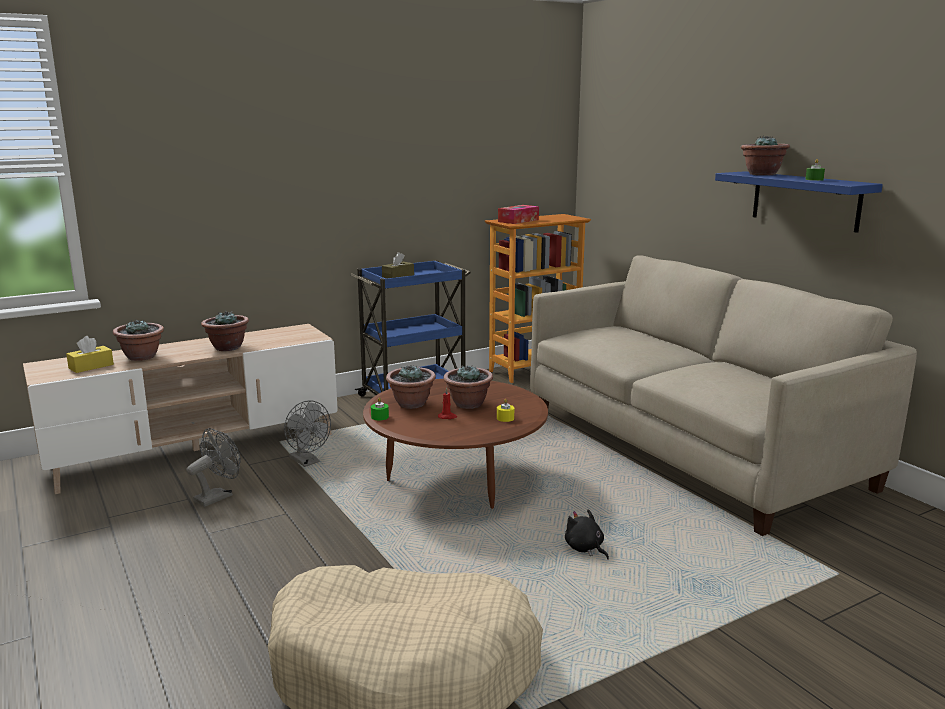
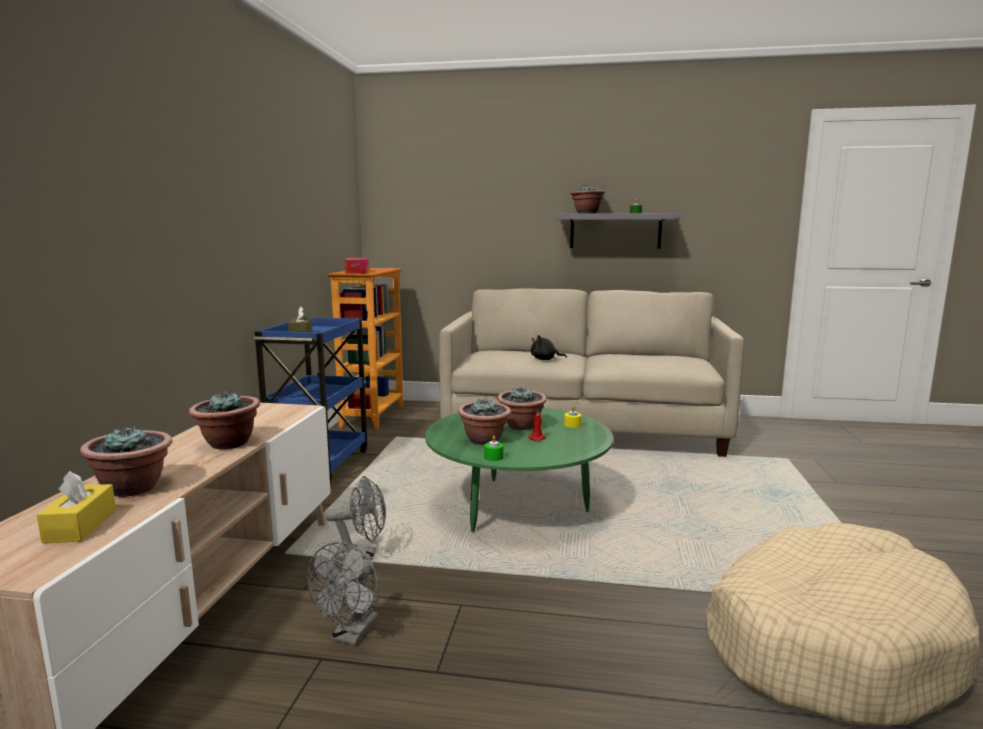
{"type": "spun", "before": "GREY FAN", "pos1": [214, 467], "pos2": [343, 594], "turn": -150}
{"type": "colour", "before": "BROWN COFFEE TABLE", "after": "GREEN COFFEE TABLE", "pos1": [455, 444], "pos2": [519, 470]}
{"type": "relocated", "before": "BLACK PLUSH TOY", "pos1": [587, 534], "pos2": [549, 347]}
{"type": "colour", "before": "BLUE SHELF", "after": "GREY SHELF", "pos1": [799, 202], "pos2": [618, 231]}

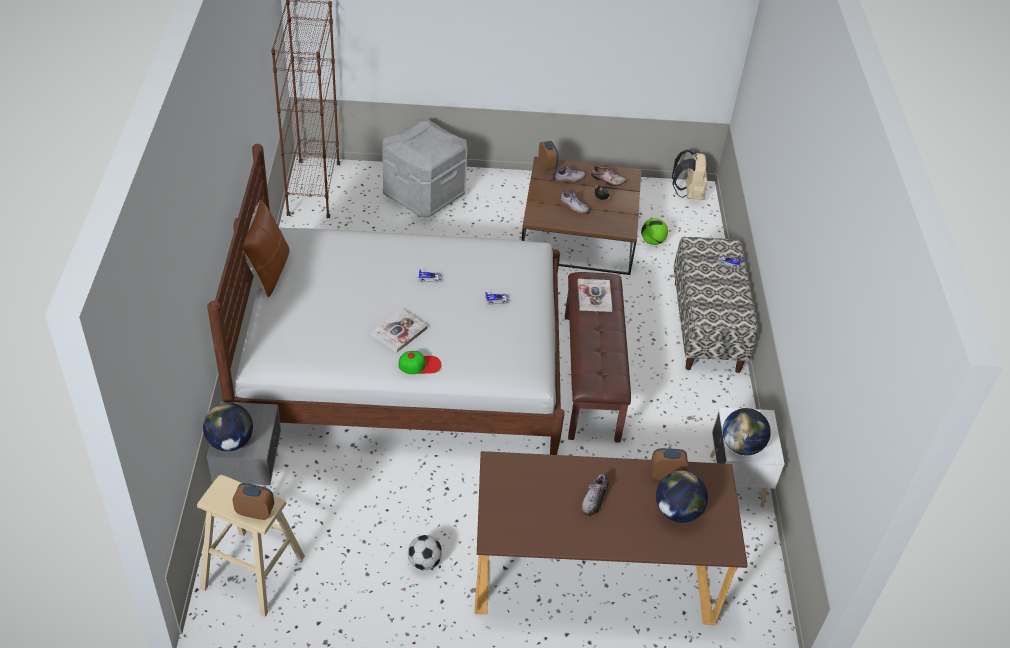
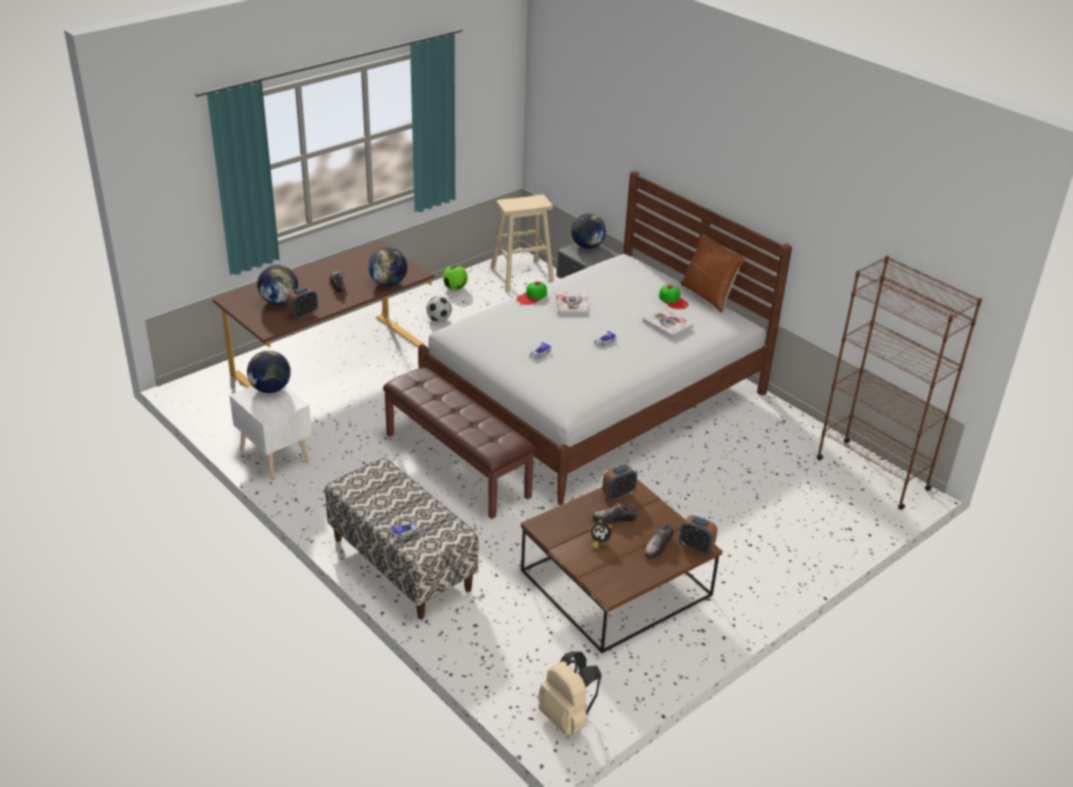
{"type": "relocated", "before": "ALARM CLOCK", "pos1": [253, 501], "pos2": [619, 482]}
{"type": "missing", "before": "GREY STORAGE BOX", "pos1": [424, 167]}
{"type": "relocated", "before": "BOOK", "pos1": [595, 295], "pos2": [668, 323]}
{"type": "missing", "before": "SHOE", "pos1": [608, 176]}
{"type": "relocated", "before": "FOOTBALL", "pos1": [654, 231], "pos2": [455, 277]}
{"type": "appeared", "after": "GLOBE", "pos2": [387, 266]}
{"type": "appeared", "after": "CAP", "pos2": [674, 297]}

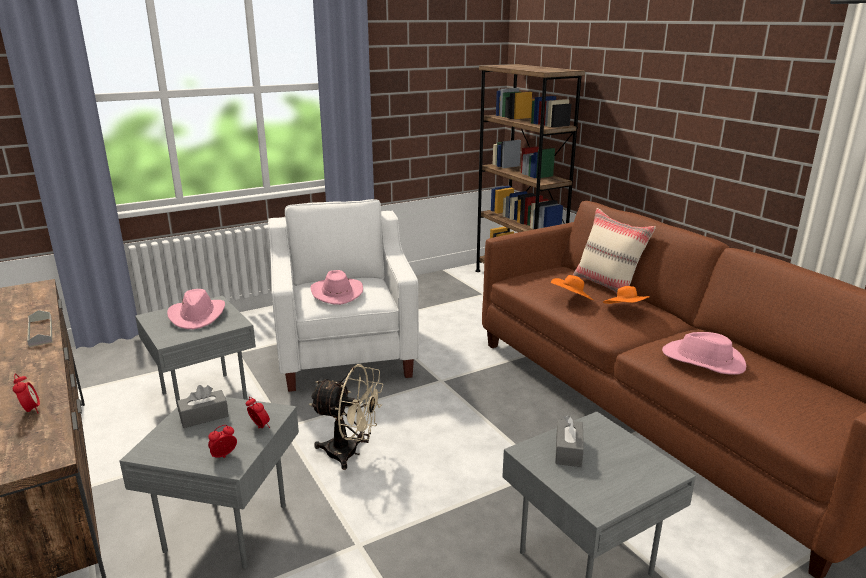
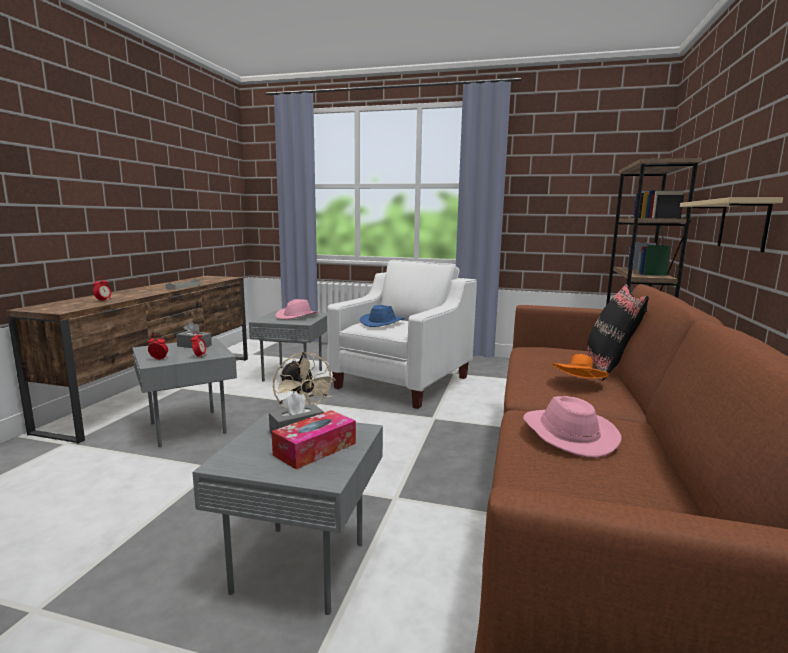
{"type": "colour", "before": "PINK HAT", "after": "BLUE HAT", "pos1": [336, 287], "pos2": [382, 316]}
{"type": "missing", "before": "ORANGE HAT", "pos1": [572, 287]}
{"type": "colour", "before": "BEIGE PILLOW", "after": "BLACK PILLOW", "pos1": [614, 251], "pos2": [618, 332]}
{"type": "appeared", "after": "TISSUE BOX", "pos2": [314, 440]}
{"type": "appeared", "after": "BEIGE SHELF", "pos2": [731, 224]}

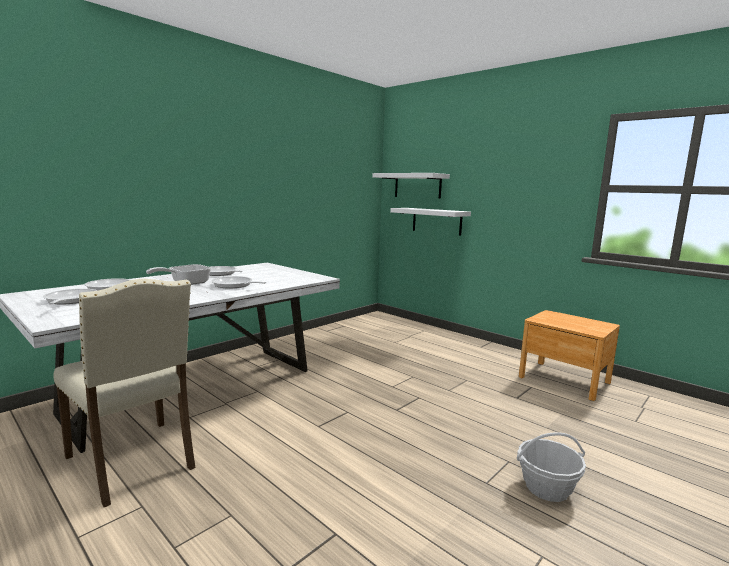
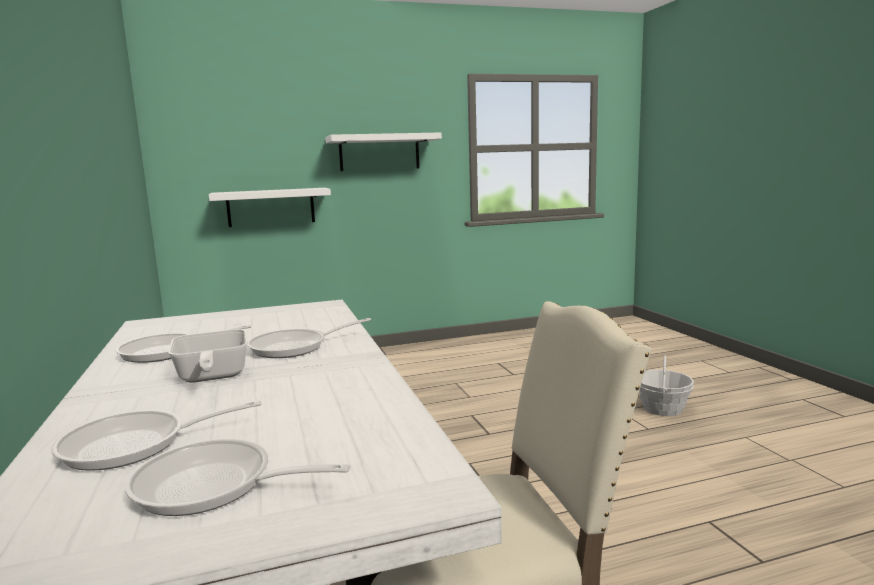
{"type": "relocated", "before": "WHITE SHELF", "pos1": [411, 186], "pos2": [383, 151]}
{"type": "missing", "before": "BROWN NIGHTSTAND", "pos1": [569, 355]}

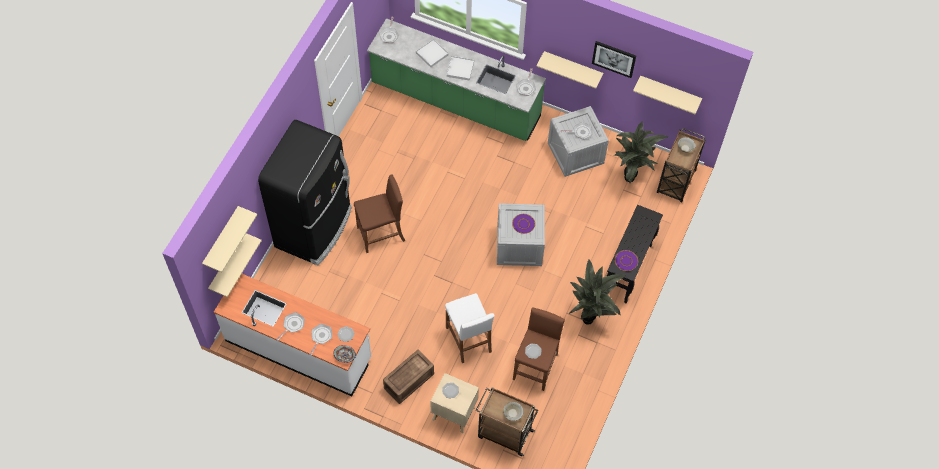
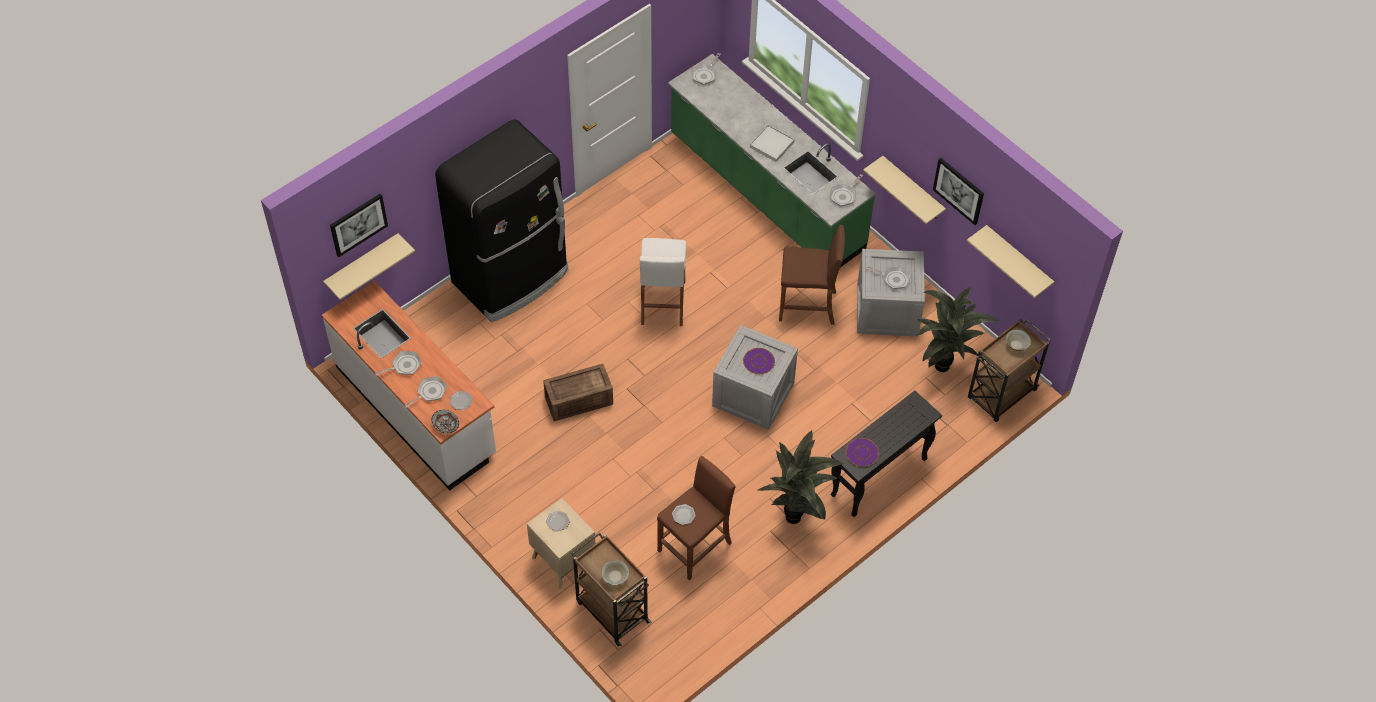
{"type": "exchanged", "before": "BEIGE SHELF", "after": "PICTURE", "pos1": [229, 239], "pos2": [359, 225]}
{"type": "relocated", "before": "BROWN STOOL", "pos1": [379, 213], "pos2": [812, 275]}
{"type": "relocated", "before": "CRATE", "pos1": [408, 377], "pos2": [578, 392]}
{"type": "missing", "before": "WHITE TRAY", "pos1": [432, 53]}
{"type": "relocated", "before": "WHITE STOOL", "pos1": [470, 328], "pos2": [663, 282]}

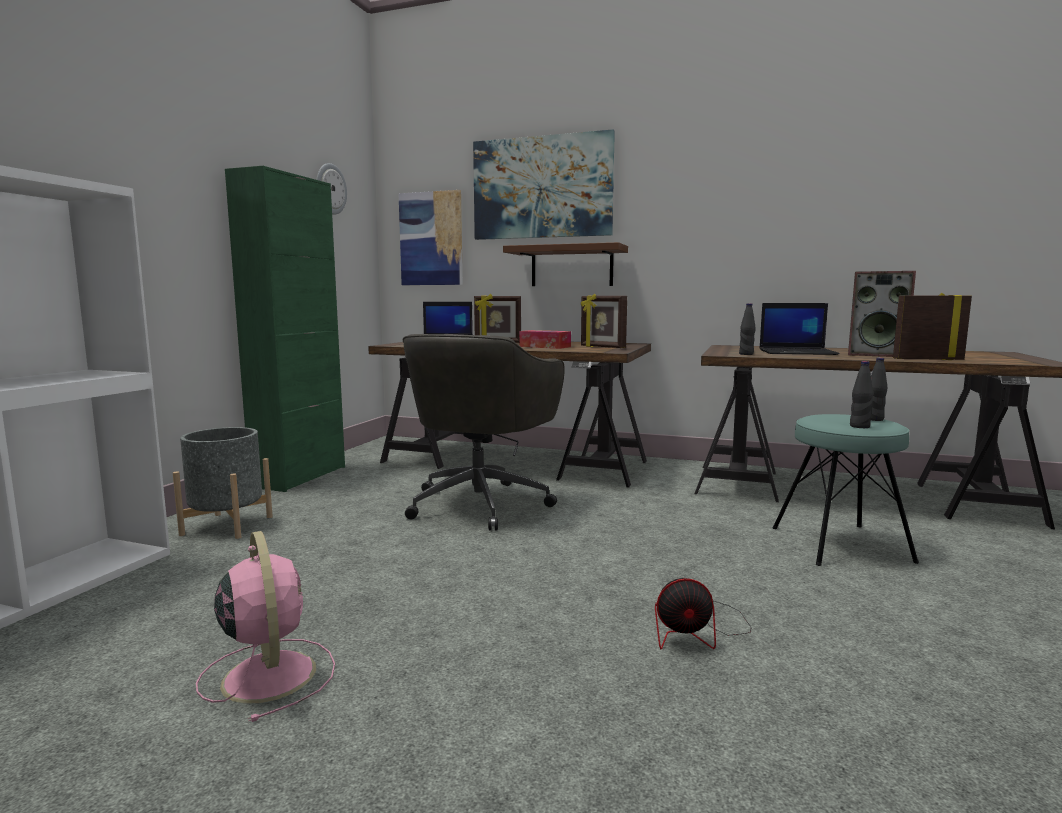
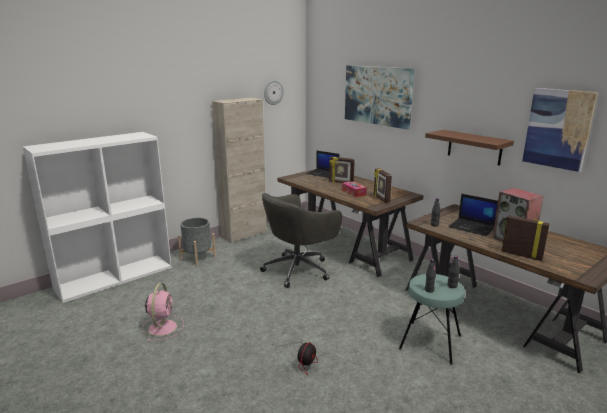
{"type": "colour", "before": "GREEN CABINET", "after": "BEIGE CABINET", "pos1": [285, 329], "pos2": [239, 170]}
{"type": "relocated", "before": "PICTURE", "pos1": [430, 237], "pos2": [560, 130]}
{"type": "relocated", "before": "BROWN SHELF", "pos1": [565, 264], "pos2": [469, 148]}
{"type": "spun", "before": "FAN", "pos1": [703, 613], "pos2": [296, 358], "turn": -90}

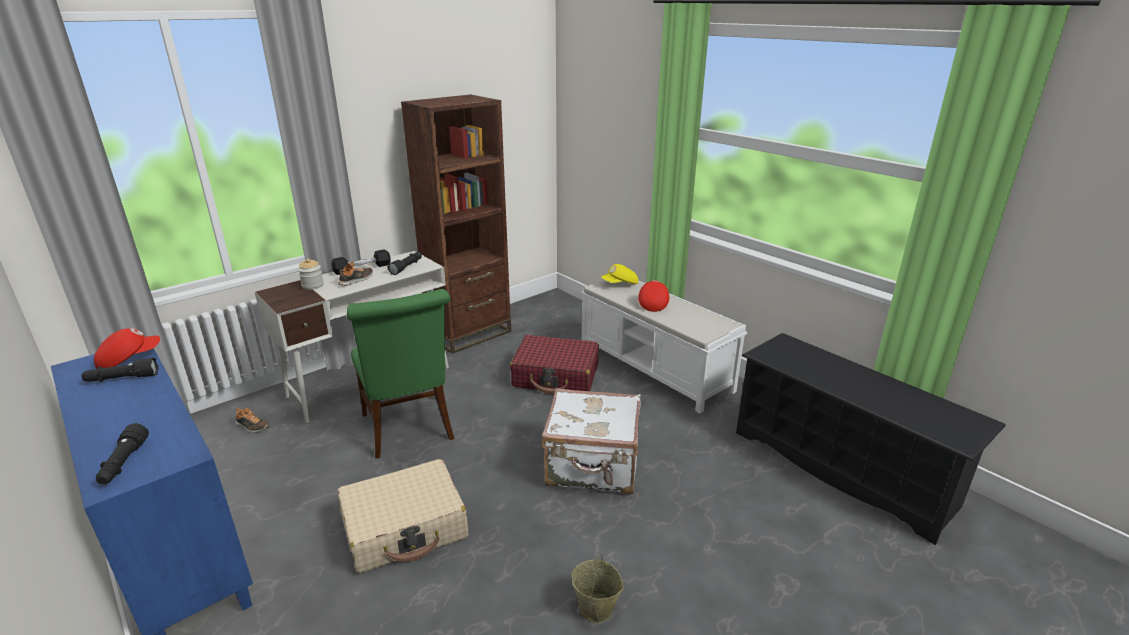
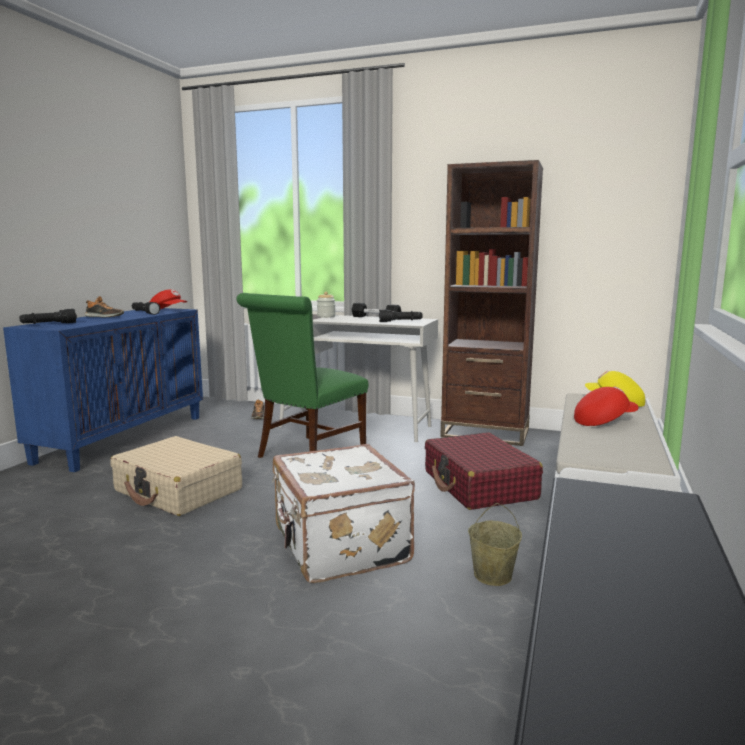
{"type": "relocated", "before": "SHOE", "pos1": [355, 273], "pos2": [104, 306]}
{"type": "relocated", "before": "BEIGE BUCKET", "pos1": [598, 588], "pos2": [495, 544]}

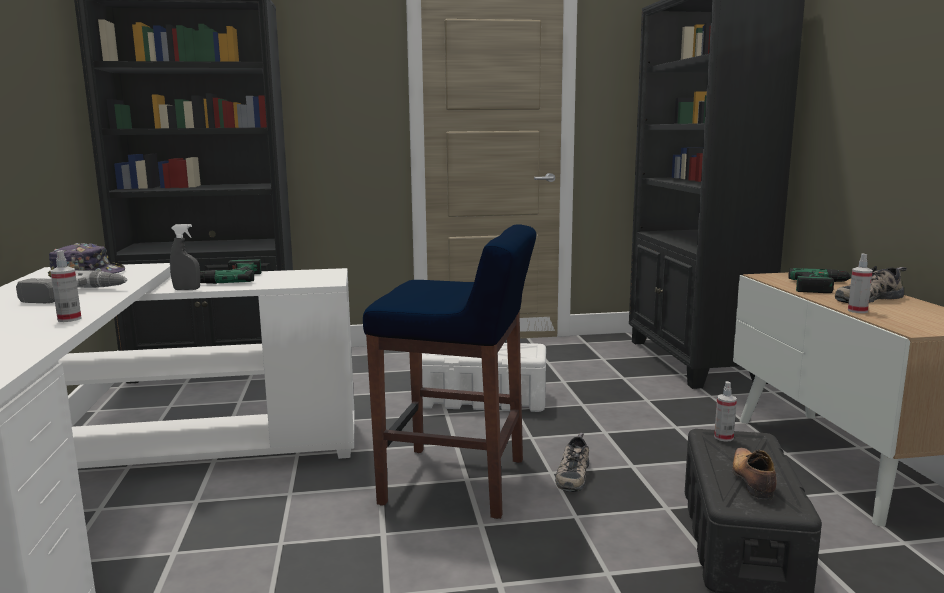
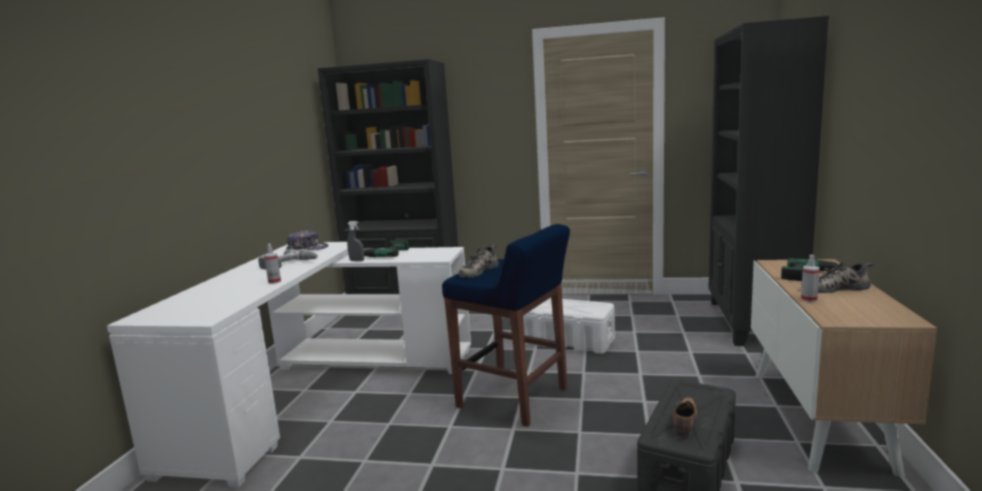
{"type": "relocated", "before": "SHOE", "pos1": [572, 462], "pos2": [478, 261]}
{"type": "missing", "before": "SPRAY BOTTLE", "pos1": [725, 411]}

